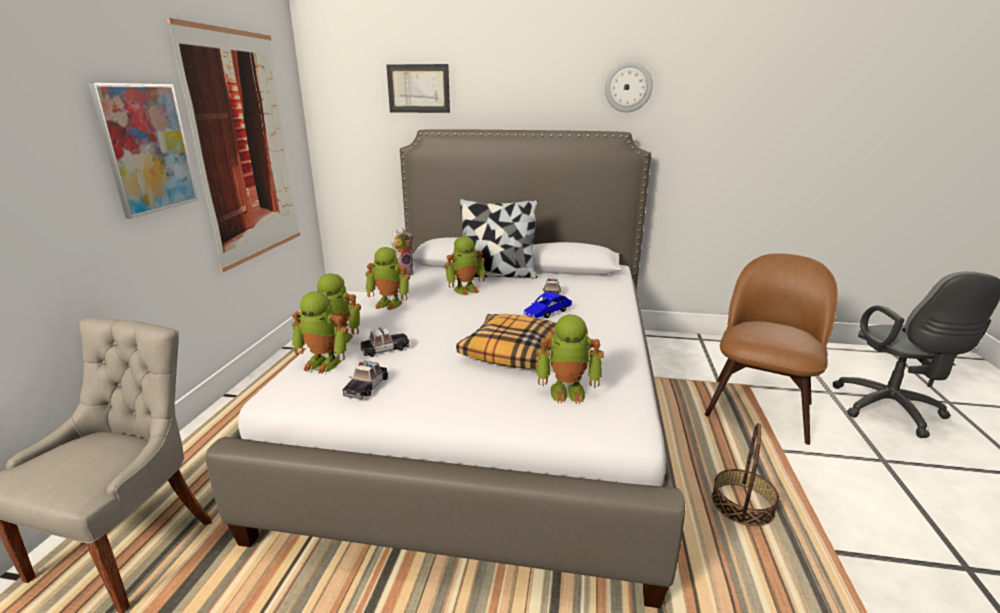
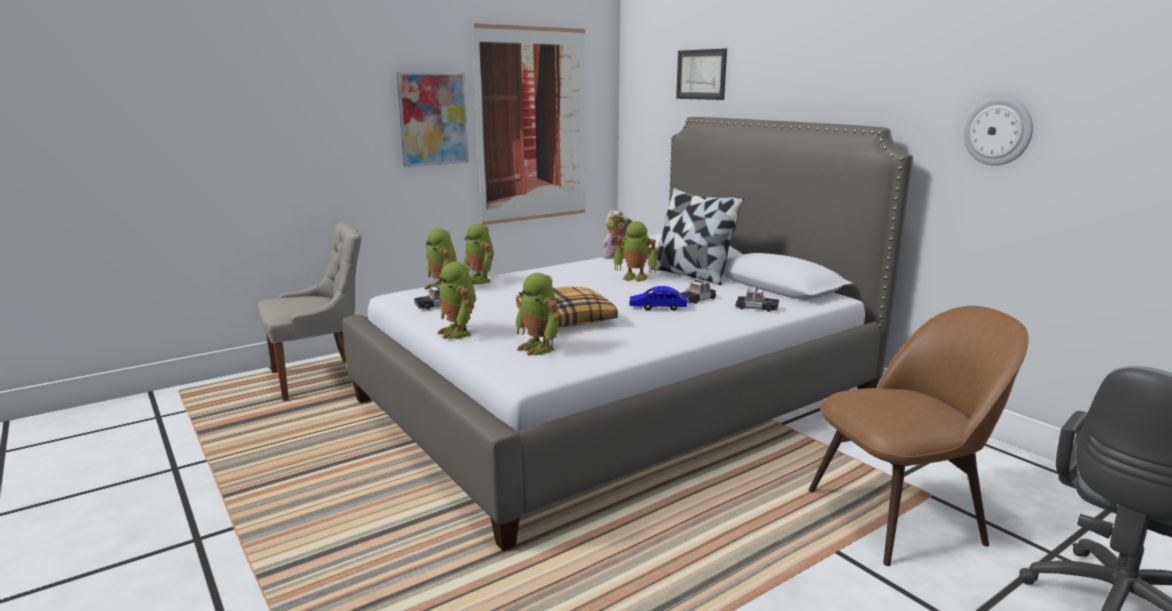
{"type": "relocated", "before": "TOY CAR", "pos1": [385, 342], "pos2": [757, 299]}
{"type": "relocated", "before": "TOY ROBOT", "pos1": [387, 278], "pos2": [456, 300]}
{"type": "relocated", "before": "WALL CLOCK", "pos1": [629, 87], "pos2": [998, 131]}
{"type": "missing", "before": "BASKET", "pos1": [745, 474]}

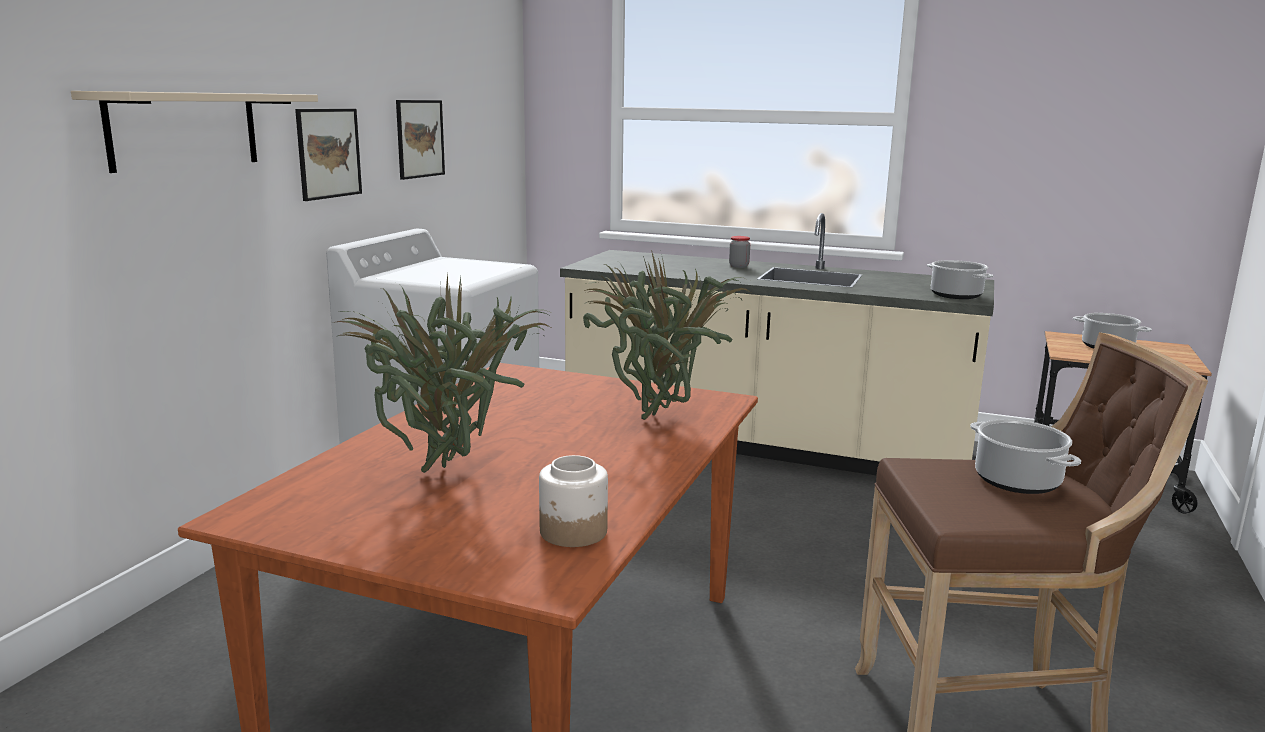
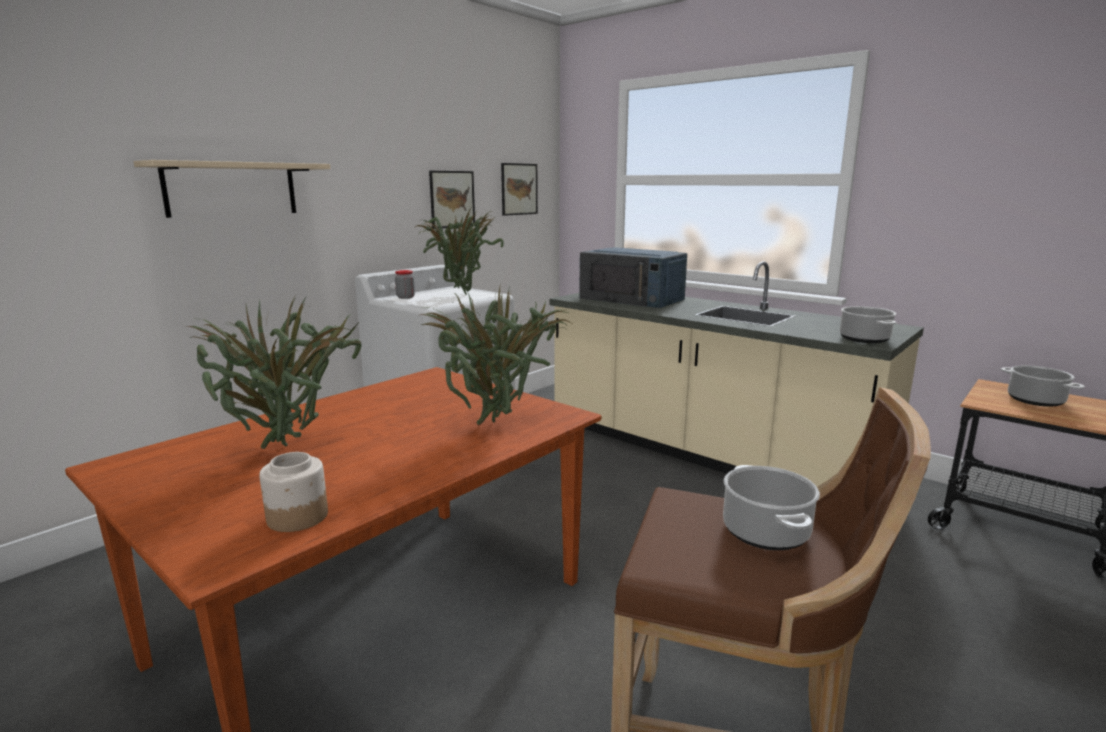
{"type": "relocated", "before": "PICTURE", "pos1": [328, 155], "pos2": [519, 189]}
{"type": "relocated", "before": "JAR", "pos1": [739, 252], "pos2": [405, 284]}
{"type": "appeared", "after": "POTTED PLANT", "pos2": [459, 251]}
{"type": "appeared", "after": "BLUE MICROWAVE", "pos2": [633, 277]}

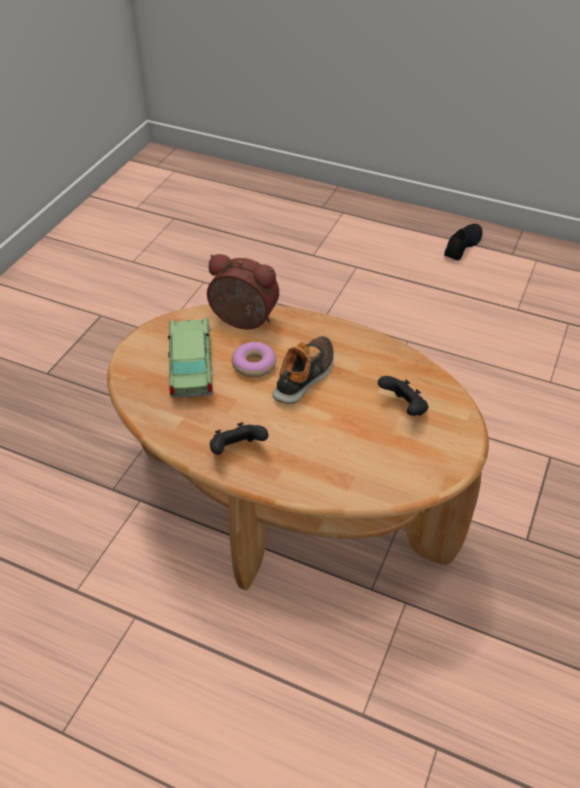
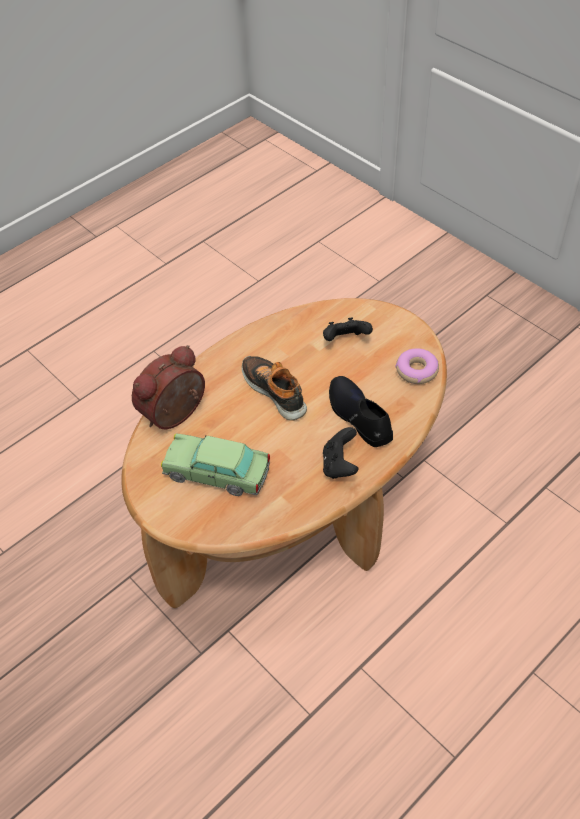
{"type": "relocated", "before": "DONUT", "pos1": [254, 359], "pos2": [417, 366]}
{"type": "relocated", "before": "BLACK SHOE", "pos1": [463, 242], "pos2": [361, 411]}

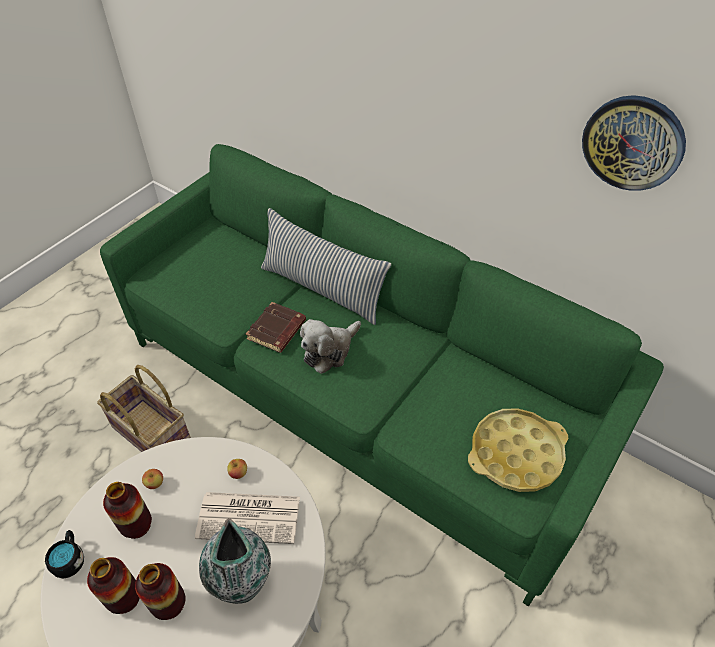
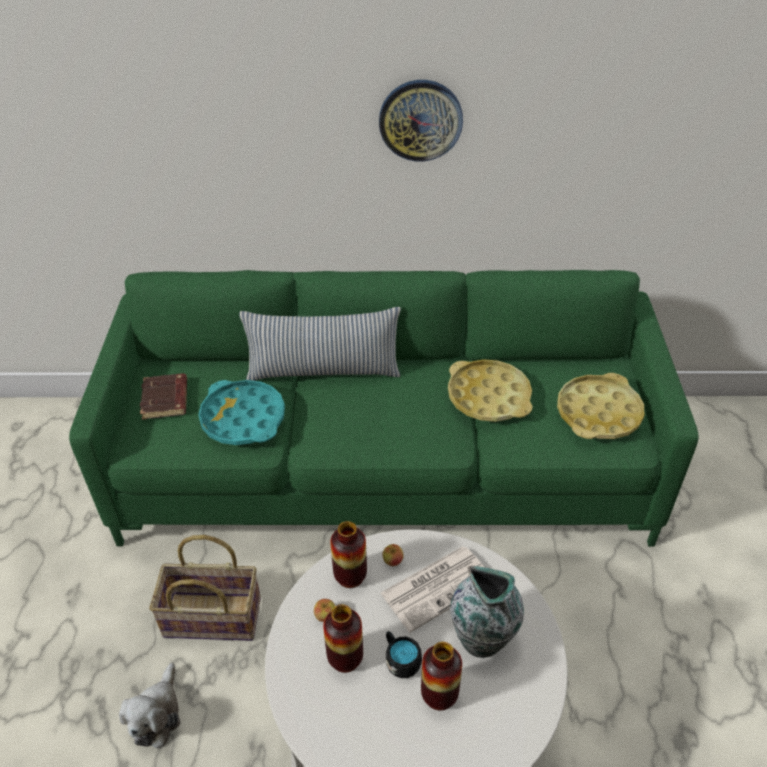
{"type": "relocated", "before": "BLACK MUG", "pos1": [64, 554], "pos2": [404, 654]}
{"type": "relocated", "before": "VASE", "pos1": [113, 585], "pos2": [348, 554]}
{"type": "relocated", "before": "BROWN BOOK", "pos1": [276, 327], "pos2": [163, 397]}
{"type": "relocated", "before": "PLUSH TOY", "pos1": [330, 346], "pos2": [150, 705]}
{"type": "relocated", "before": "WALL CLOCK", "pos1": [634, 143], "pos2": [421, 120]}
{"type": "appeared", "after": "TURQUOISE TRAY", "pos2": [241, 412]}
{"type": "appeared", "after": "YELLOW TRAY", "pos2": [490, 390]}

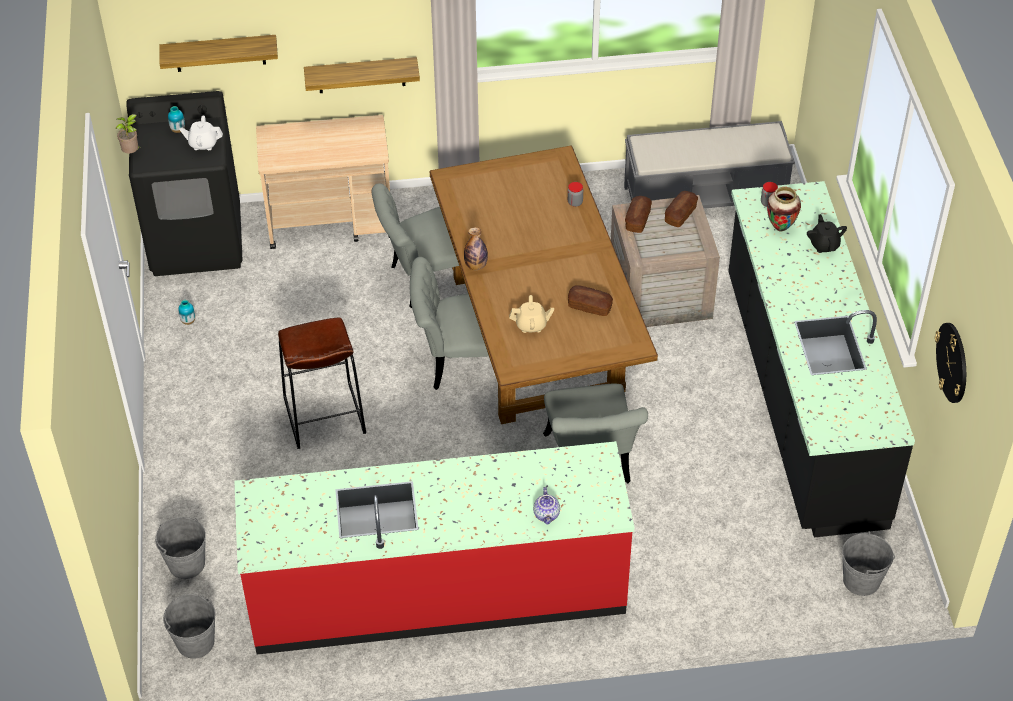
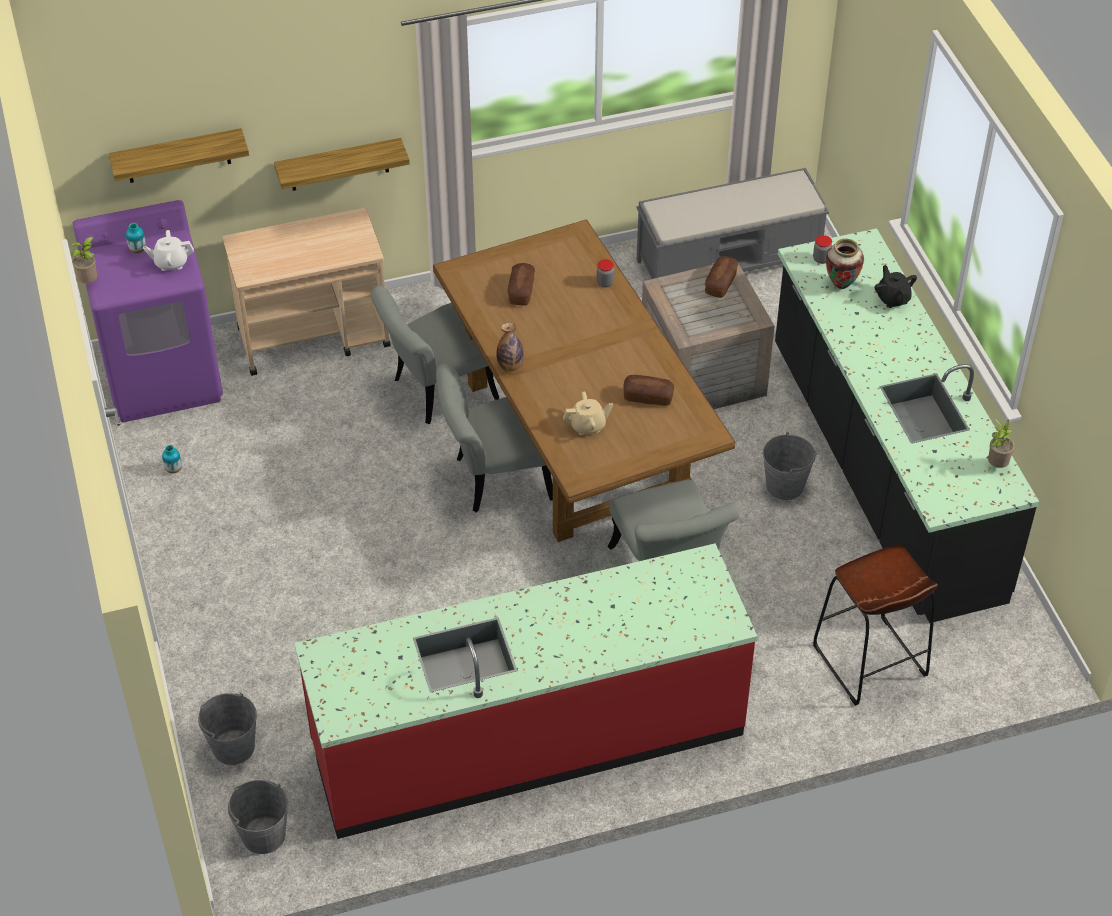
{"type": "colour", "before": "BLACK WASHING MACHINE", "after": "PURPLE WASHING MACHINE", "pos1": [184, 183], "pos2": [147, 311]}
{"type": "relocated", "before": "BROWN STOOL", "pos1": [322, 383], "pos2": [875, 625]}
{"type": "missing", "before": "TEAPOT", "pos1": [546, 505]}
{"type": "relocated", "before": "BREAD", "pos1": [638, 214], "pos2": [521, 284]}
{"type": "relocated", "before": "GREY BUCKET", "pos1": [868, 563], "pos2": [790, 466]}
{"type": "missing", "before": "WALL CLOCK", "pos1": [950, 363]}
{"type": "appeared", "after": "POTTED PLANT", "pos2": [1001, 443]}

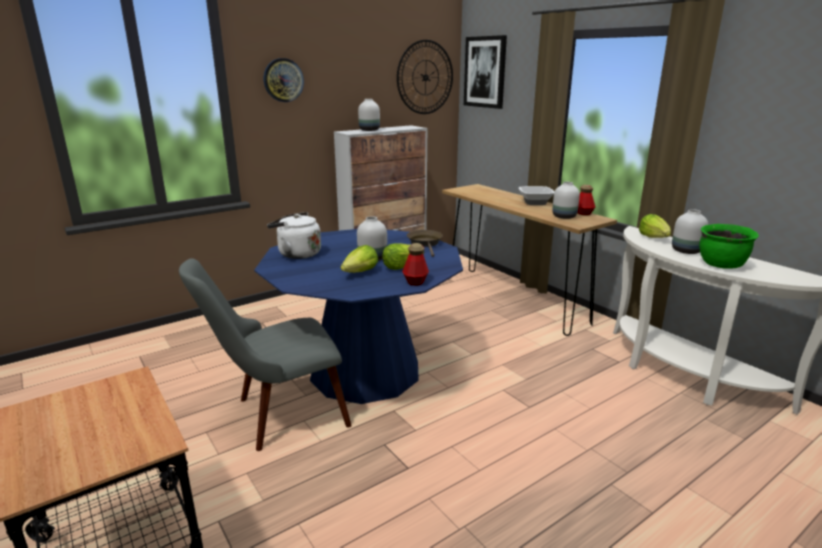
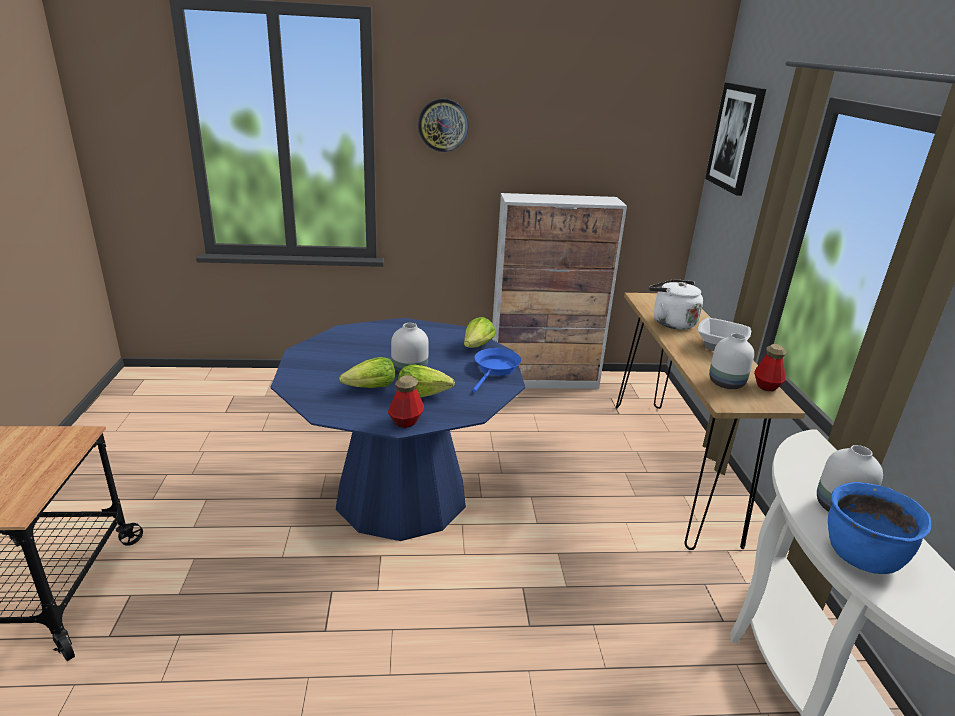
{"type": "missing", "before": "GREY CHAIR", "pos1": [265, 354]}
{"type": "relocated", "before": "WHITE KETTLE", "pos1": [294, 235], "pos2": [676, 304]}
{"type": "missing", "before": "WHITE VASE", "pos1": [369, 115]}
{"type": "missing", "before": "WALL CLOCK", "pos1": [425, 77]}
{"type": "colour", "before": "BROWN FRYING PAN", "after": "BLUE FRYING PAN", "pos1": [425, 243], "pos2": [496, 370]}
{"type": "relocated", "before": "LETTUCE", "pos1": [655, 226], "pos2": [480, 332]}
{"type": "colour", "before": "GREEN COOKING POT", "after": "BLUE COOKING POT", "pos1": [729, 246], "pos2": [879, 528]}

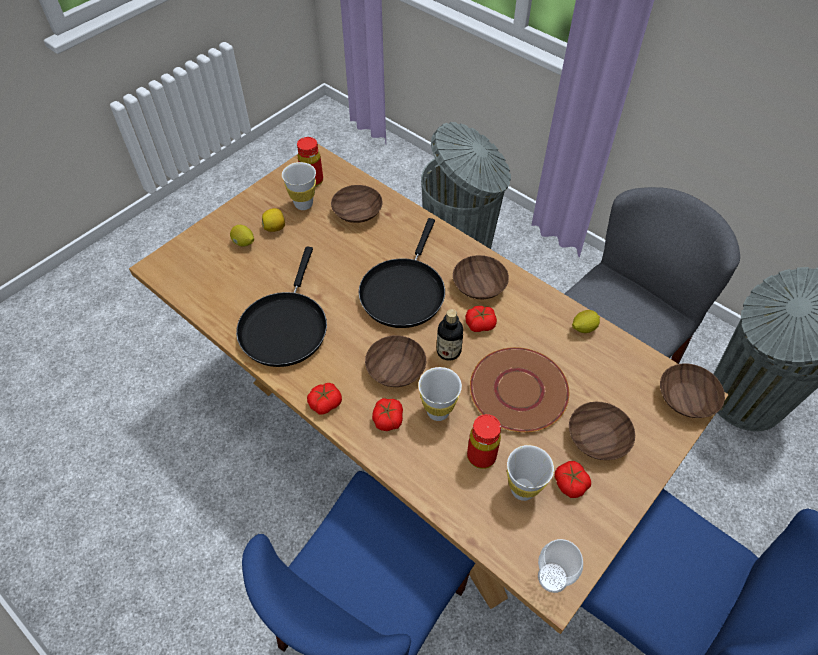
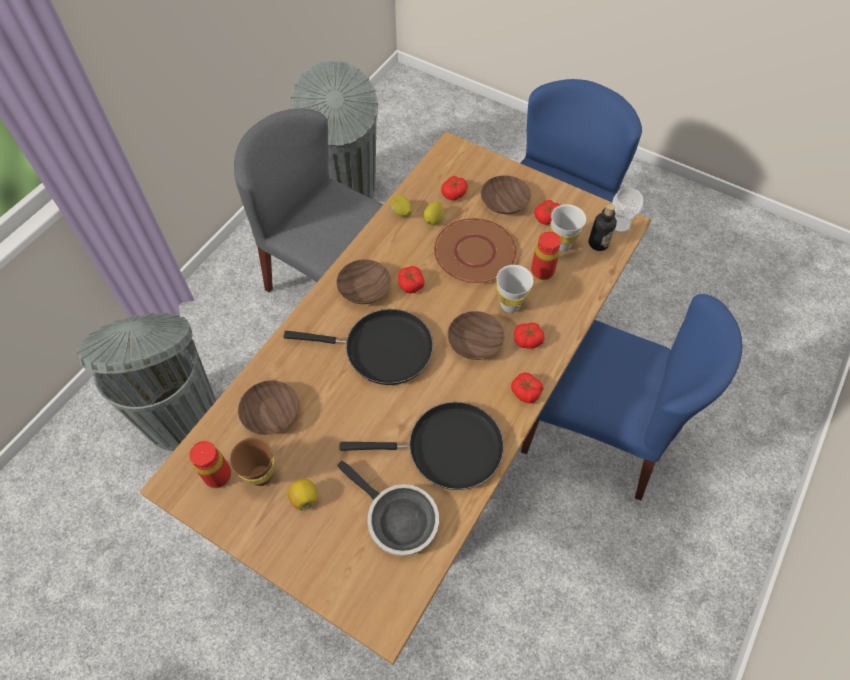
{"type": "relocated", "before": "LEMON", "pos1": [242, 235], "pos2": [434, 213]}
{"type": "colour", "before": "WHITE CUP", "after": "BROWN CUP", "pos1": [299, 186], "pos2": [252, 461]}
{"type": "relocated", "before": "BOTTLE", "pos1": [450, 335], "pos2": [602, 227]}
{"type": "missing", "before": "BROWN BOWL", "pos1": [692, 391]}
{"type": "appeared", "after": "FRYING PAN", "pos2": [388, 508]}
{"type": "appeared", "after": "TOMATO", "pos2": [454, 188]}

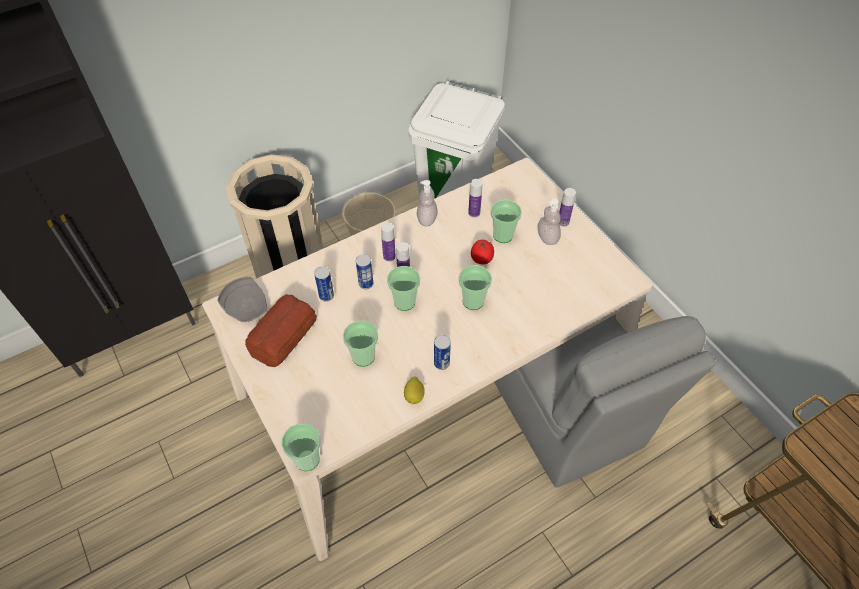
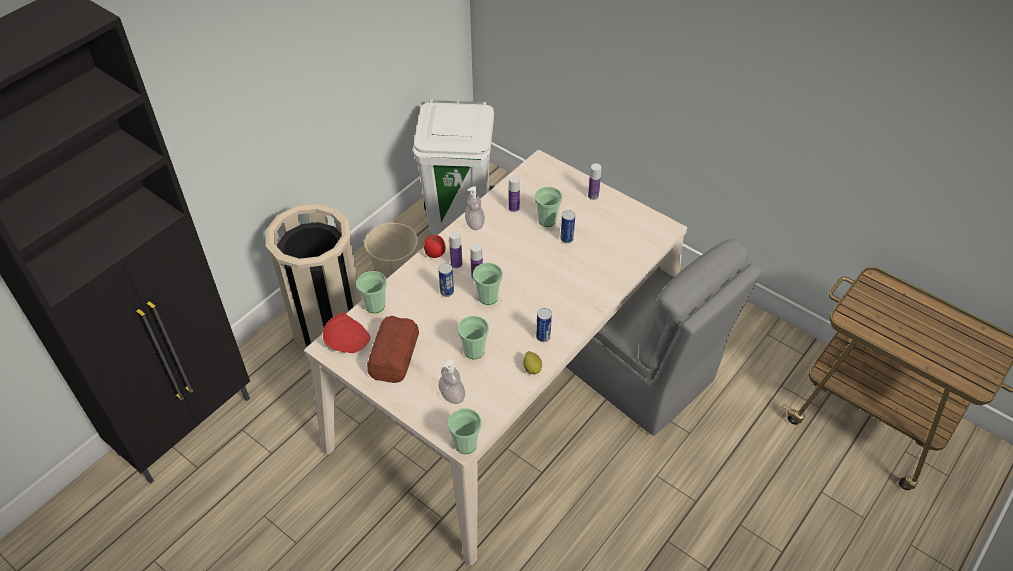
{"type": "colour", "before": "GREY PLATE", "after": "RED PLATE", "pos1": [242, 299], "pos2": [346, 332]}
{"type": "relocated", "before": "CAN", "pos1": [324, 284], "pos2": [568, 226]}
{"type": "relocated", "before": "CUP", "pos1": [475, 287], "pos2": [371, 292]}
{"type": "relocated", "before": "TOMATO", "pos1": [482, 252], "pos2": [435, 246]}
{"type": "relocated", "before": "SOAP DISPENSER", "pos1": [549, 222], "pos2": [451, 381]}

